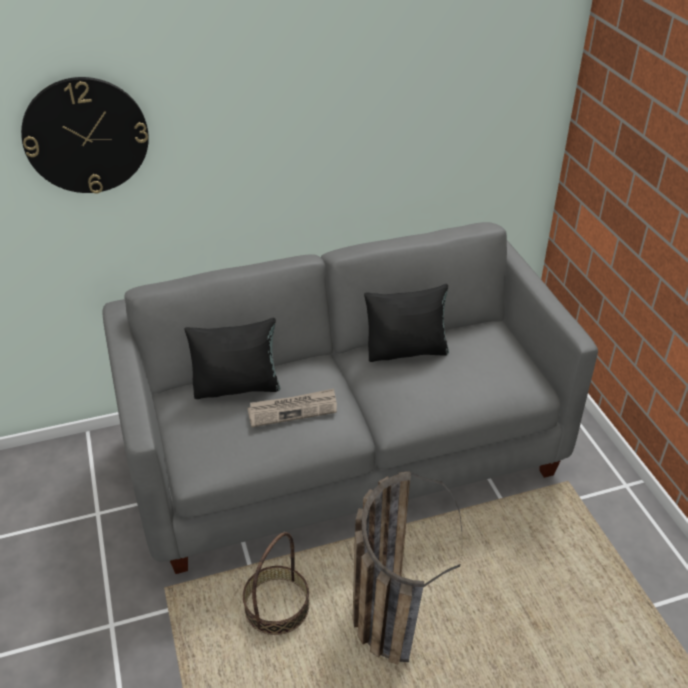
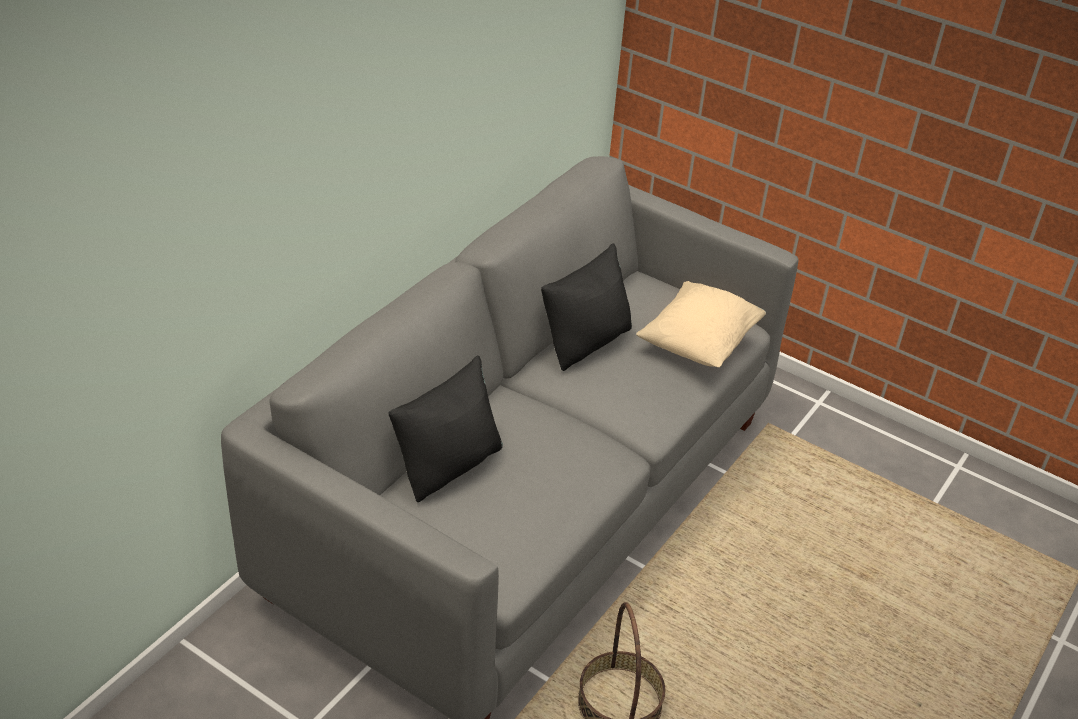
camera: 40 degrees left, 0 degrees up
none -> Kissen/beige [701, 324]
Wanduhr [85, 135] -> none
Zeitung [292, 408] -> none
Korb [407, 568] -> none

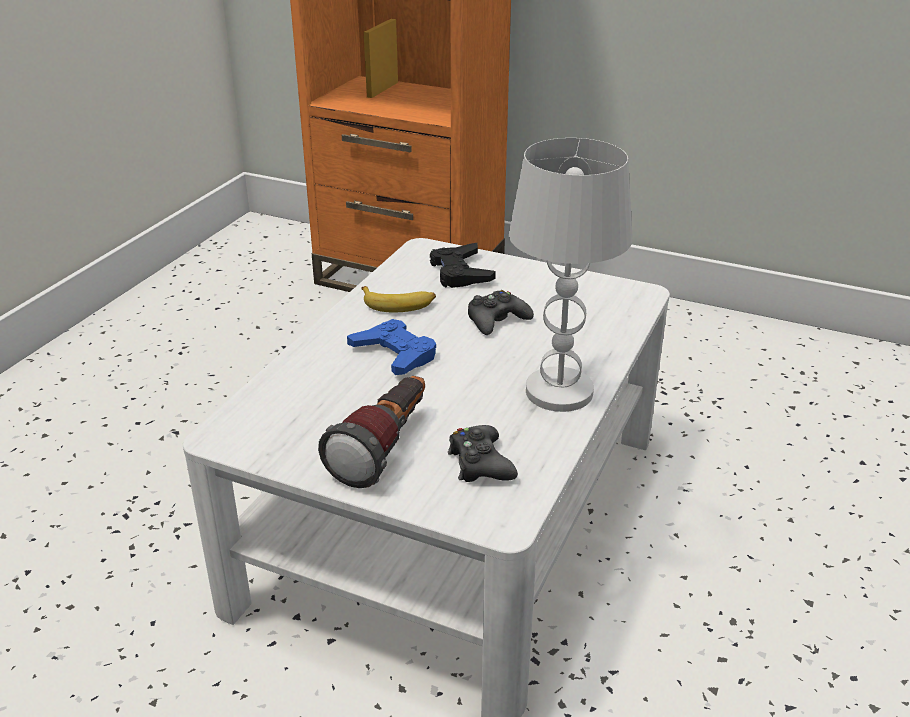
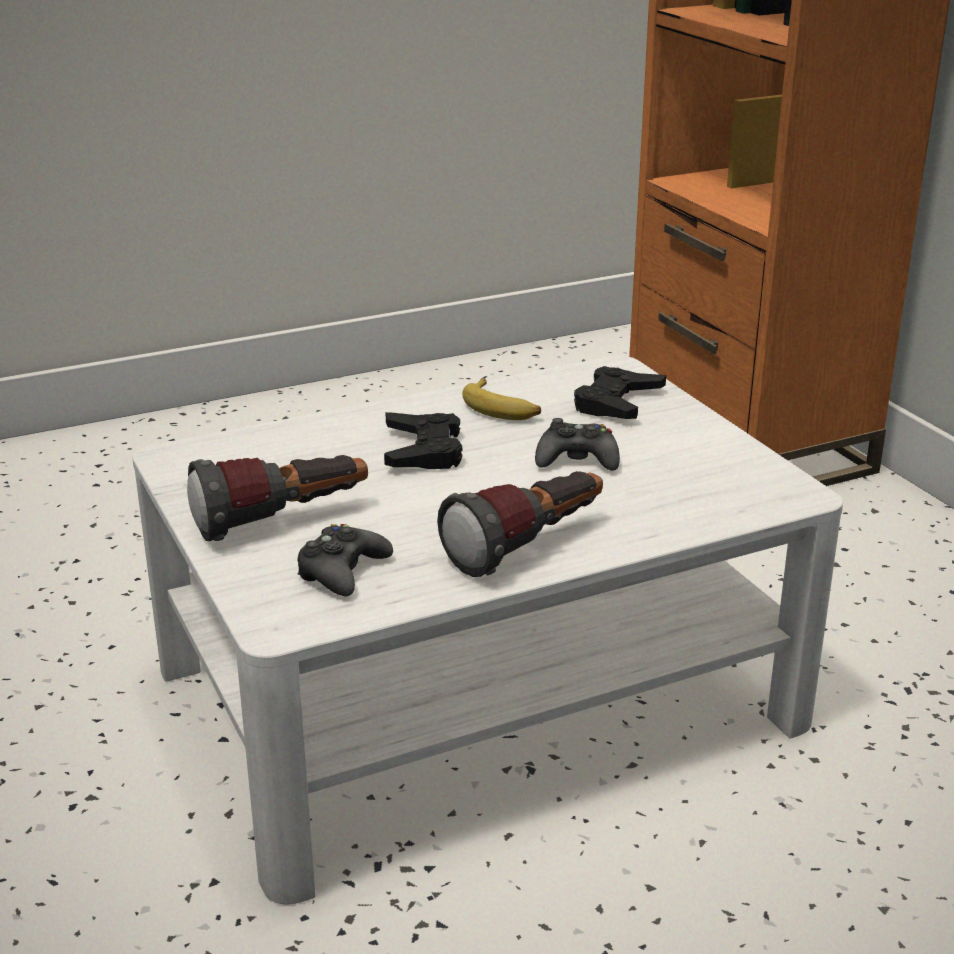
camera: 40 degrees right, 5 degrees down
Gamepad/blau [391, 347] -> Gamepad/schwarz [423, 440]
Tischlampe/weiß [571, 275] -> Taschenlampe [520, 524]

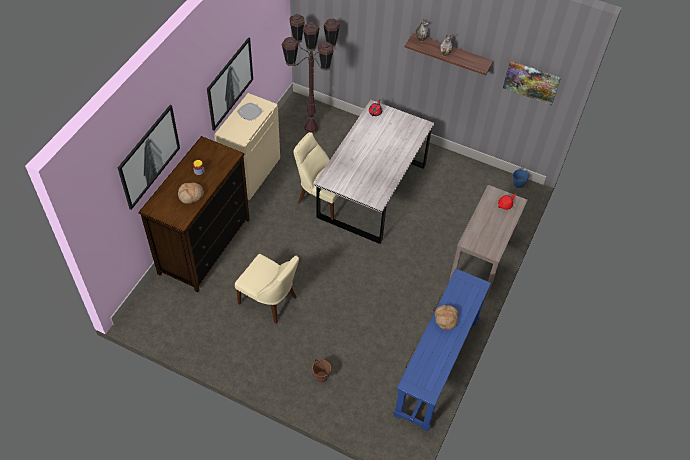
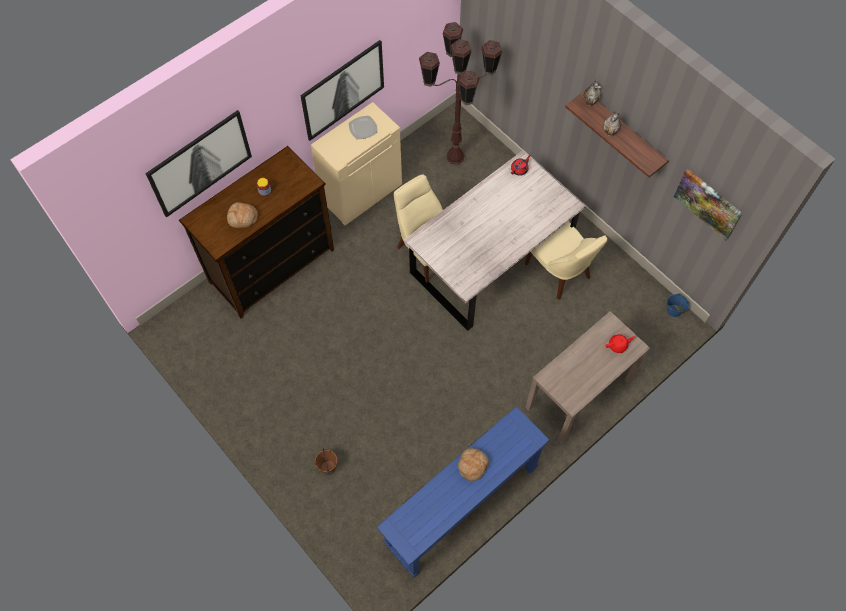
camera: 25 degrees right, 10 degrees up
Stuhl/beige [267, 289] -> Stuhl/beige [566, 260], shifted

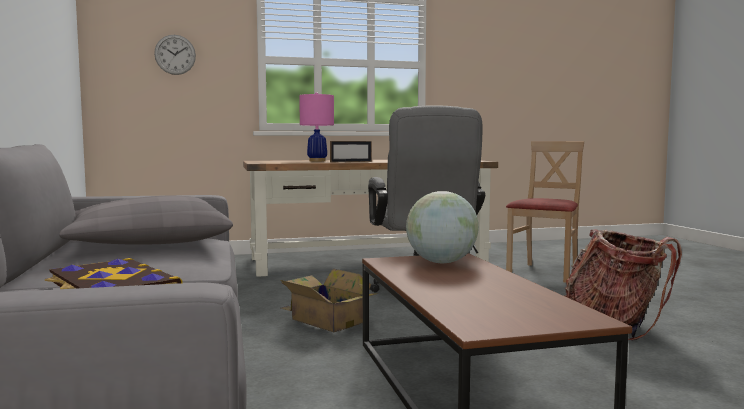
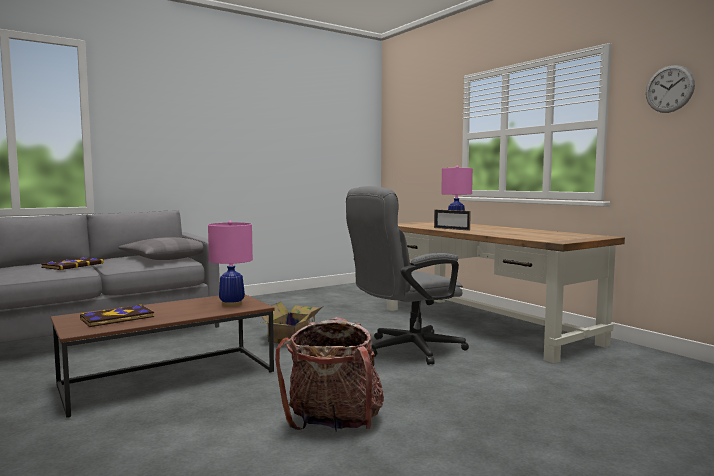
camera: 70 degrees right, 0 degrees up
none -> Buch [117, 316]
Globus [442, 227] -> Tischlampe/rosa [230, 264]
Wanduhr [175, 55] -> Wanduhr [670, 89], shifted
Stuhl/beige [545, 212] -> none

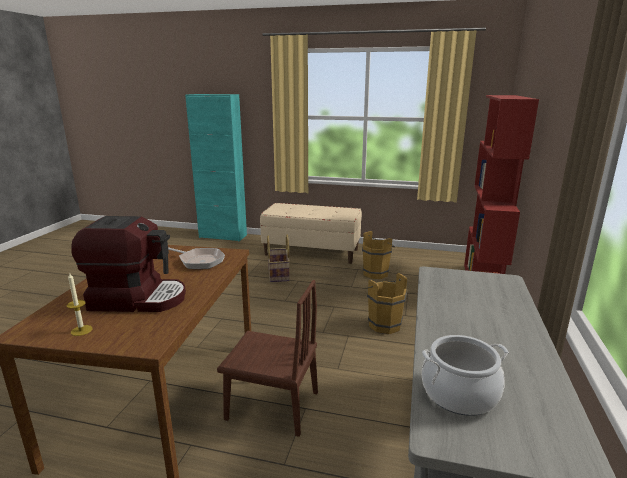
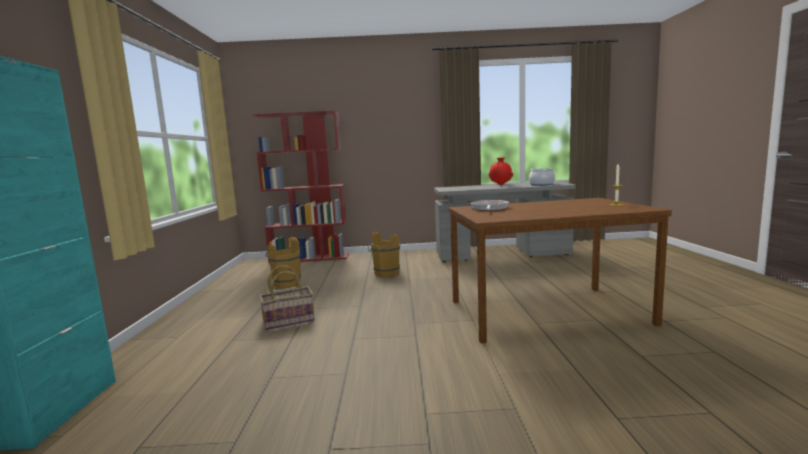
camera: 105 degrees left, 10 degrees down
none -> Vase/rot [501, 171]
Kaffeemaschine [128, 264] -> none
Stuhl/braun [267, 358] -> none
Bank/beige [311, 233] -> none

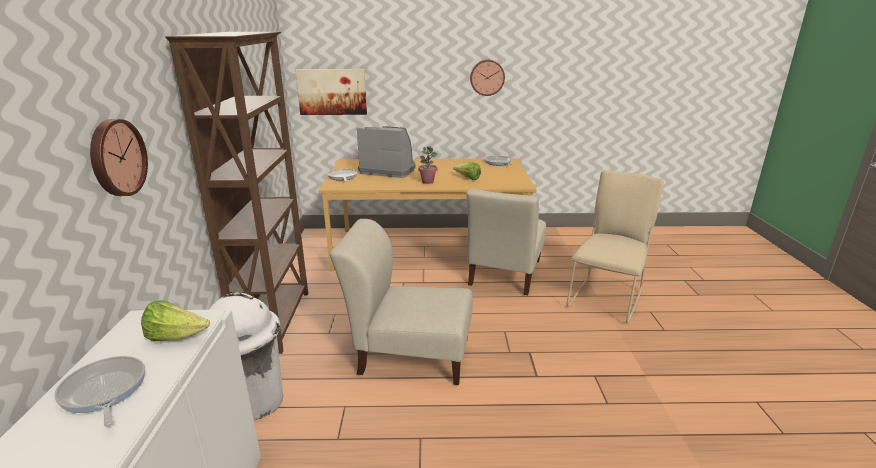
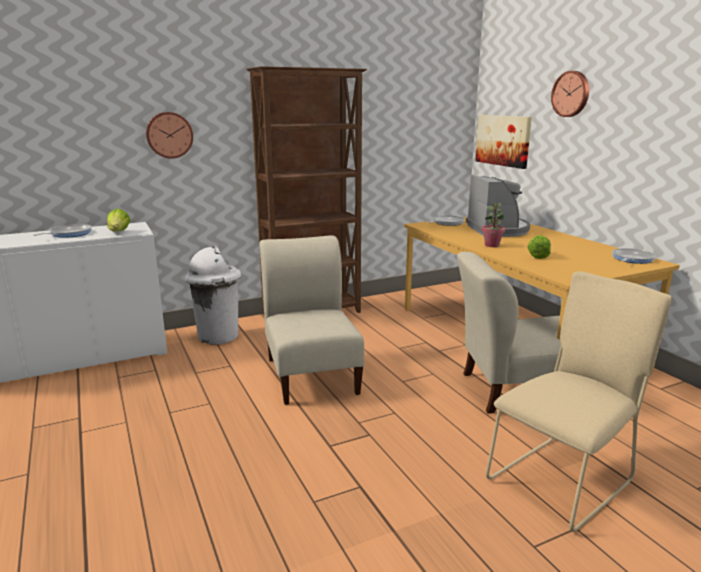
camera: 65 degrees right, 5 degrees down
Stuhl/beige [615, 246] -> Stuhl/beige [579, 401], 45 degrees counterclockwise
Wanduhr [487, 78] -> Wanduhr [570, 94], shifted

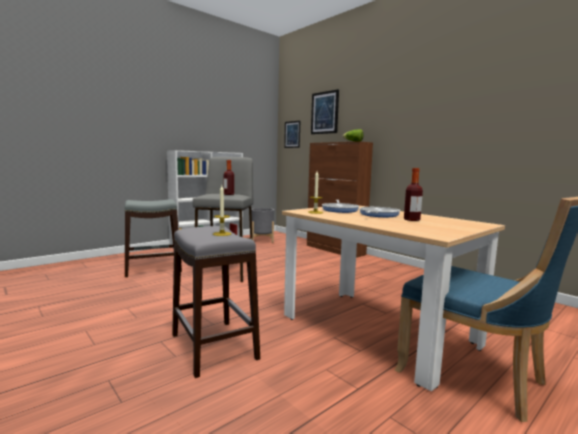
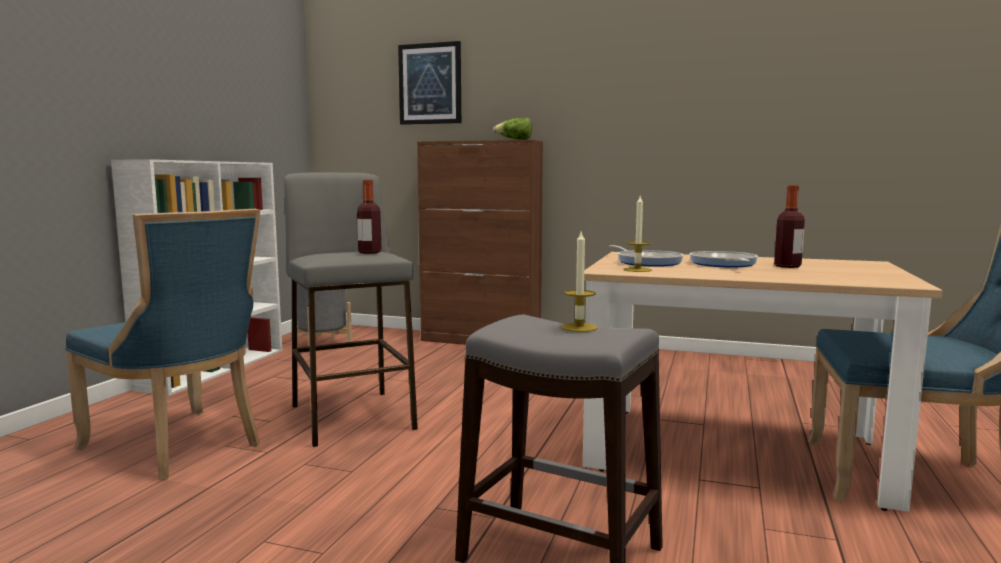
camera: 30 degrees left, 0 degrees up
Hocker/grau [153, 238] -> Stuhl/blau [162, 344]
Bild [292, 134] -> none

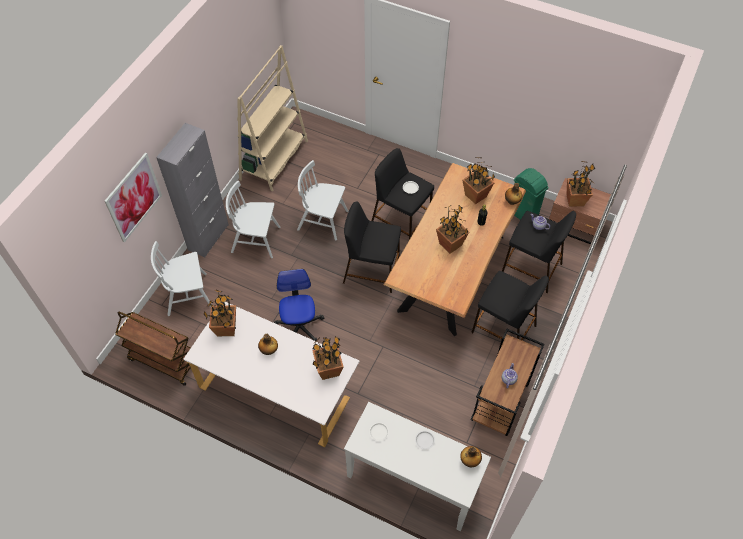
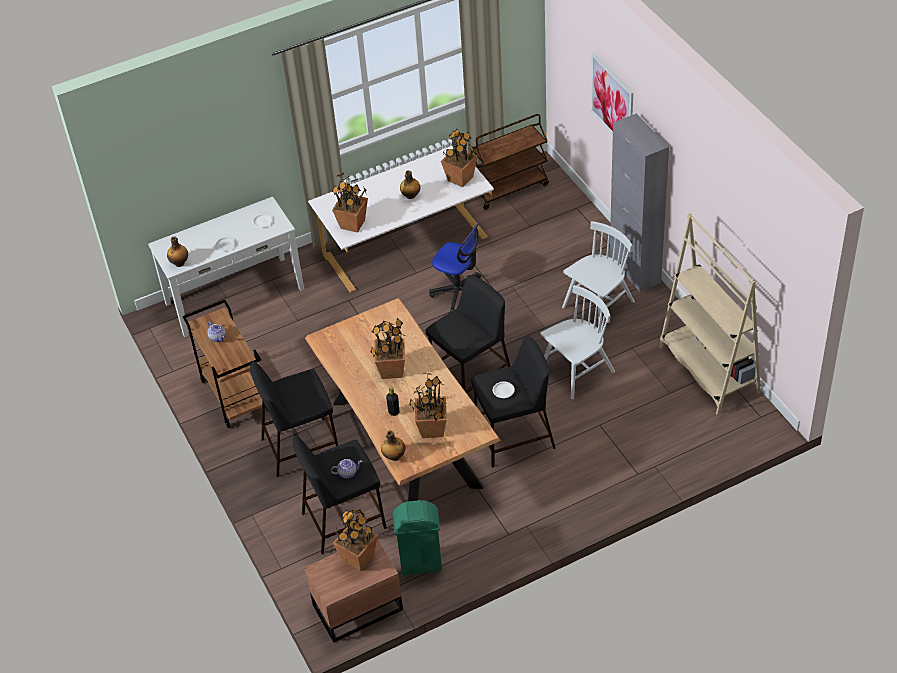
camera: 130 degrees right, 10 degrees down
Stuhl/weiß [181, 278] -> none

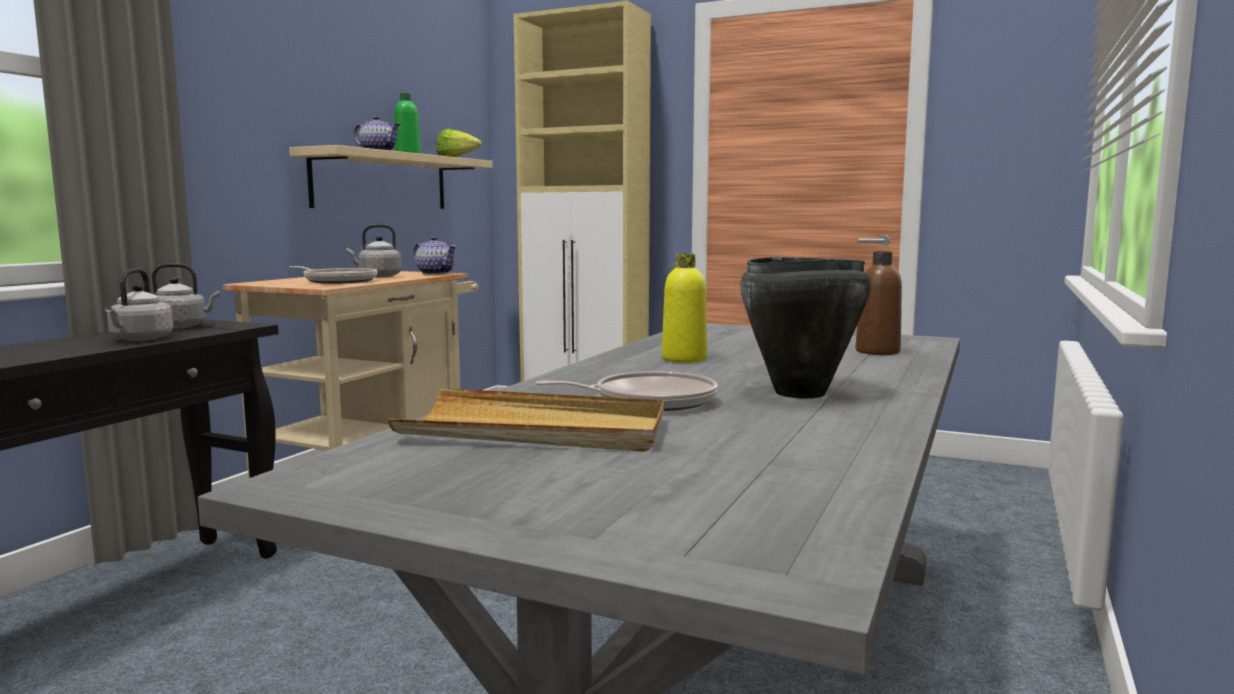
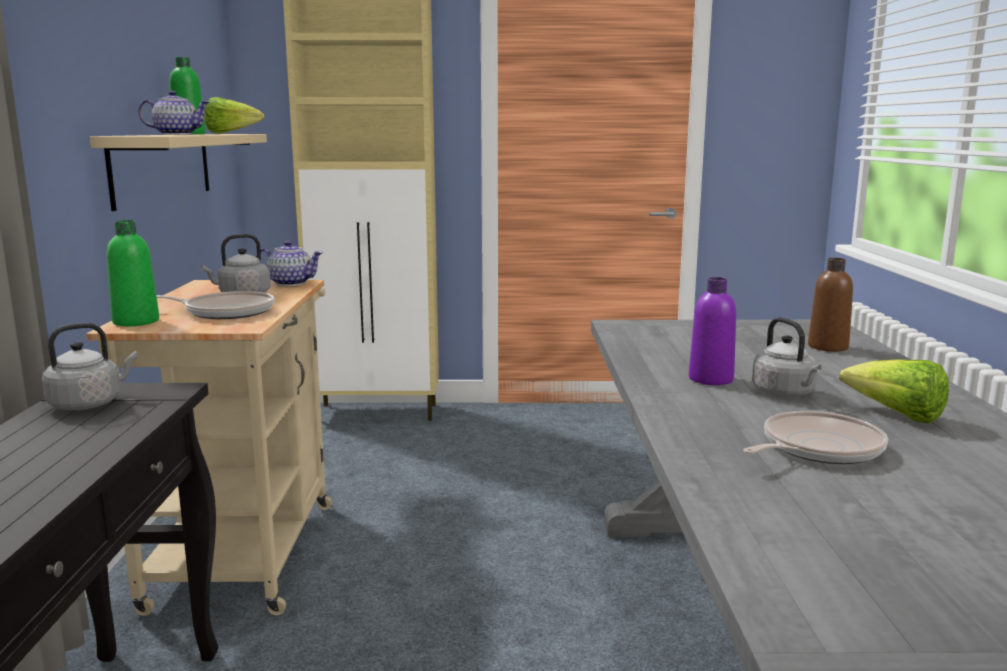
camera: 25 degrees left, 5 degrees up
none -> Flasche/grün [133, 273]
Flasche/gelb [684, 308] -> Flasche/lila [712, 331]
Wasserkessel/grau [139, 304] -> Wasserkessel/grau [786, 357], shifted
Kochtopf/schwarz [805, 328] -> Salatkopf [894, 391]
Tablett/beige [526, 420] -> none

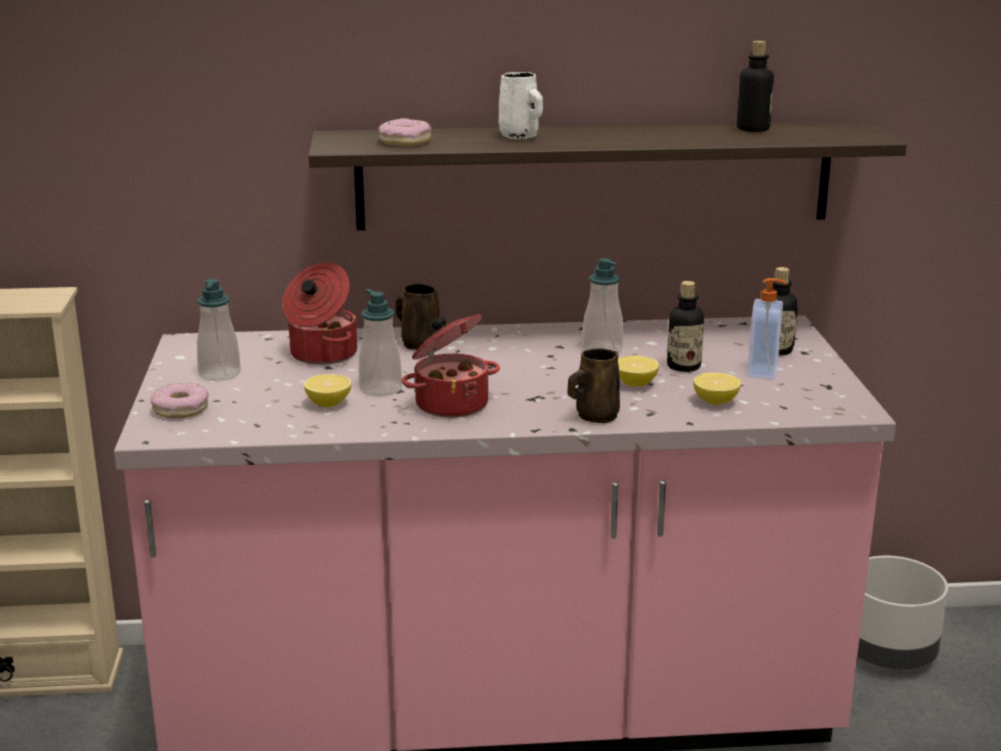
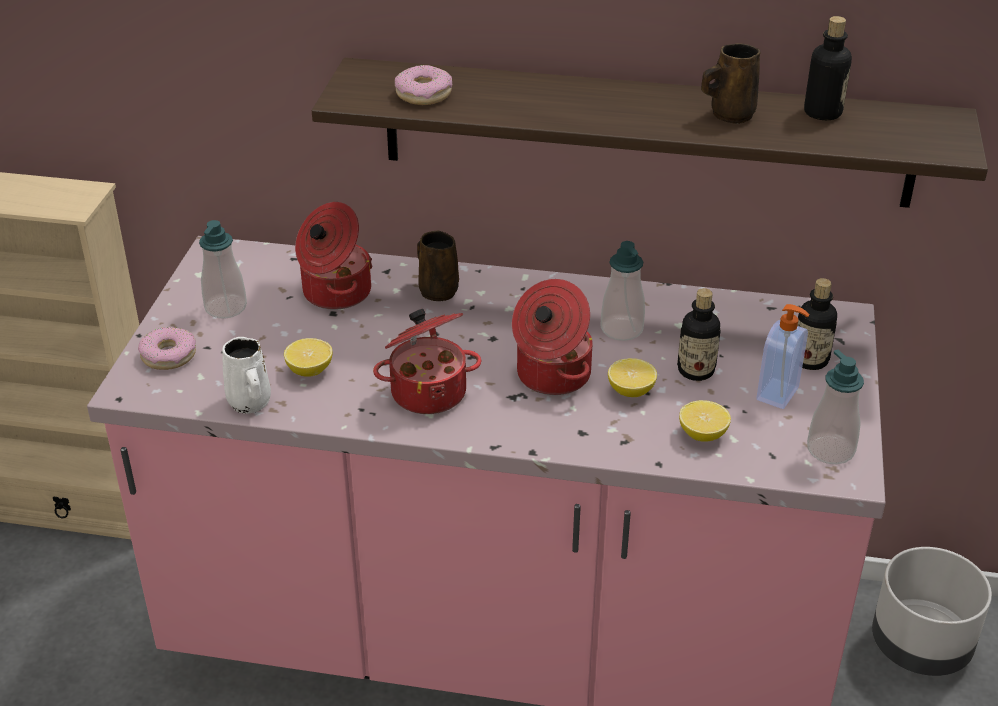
camera: 15 degrees right, 15 degrees up
Henkelbecher/weiß [521, 105] -> Henkelbecher/weiß [246, 375], shifted
none -> Kochtopf [552, 337]
Henkelbecher/braun [593, 385] -> Henkelbecher/braun [730, 83], shifted
Seifenspender [380, 343] -> Seifenspender [835, 407], shifted

